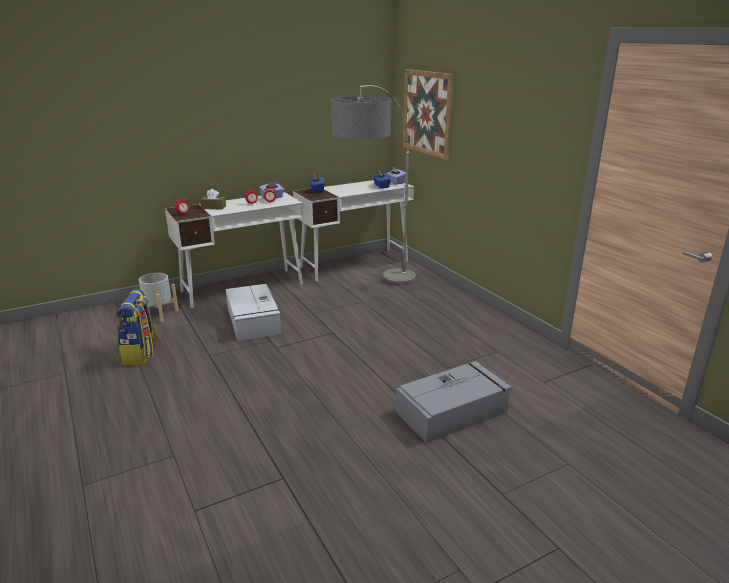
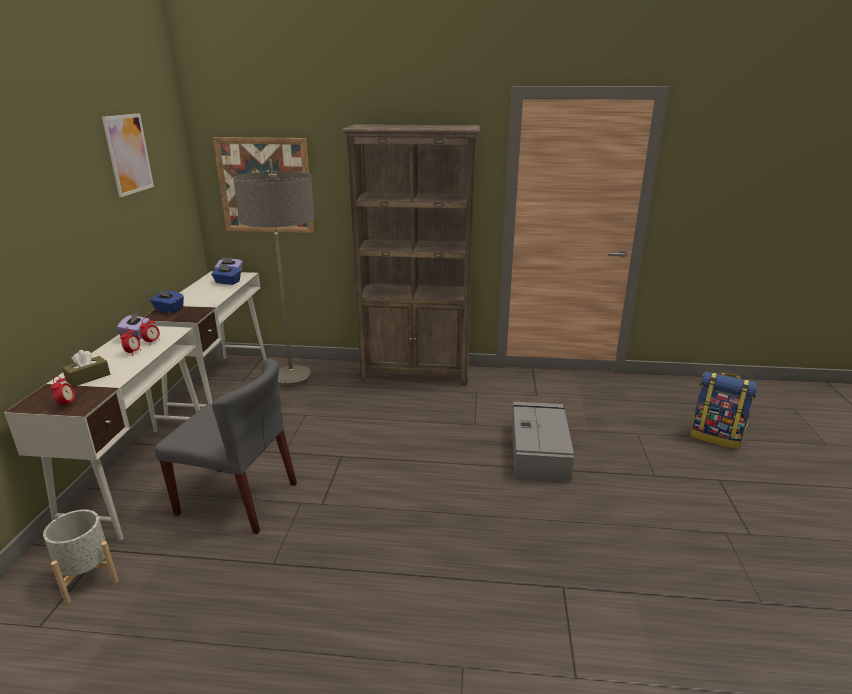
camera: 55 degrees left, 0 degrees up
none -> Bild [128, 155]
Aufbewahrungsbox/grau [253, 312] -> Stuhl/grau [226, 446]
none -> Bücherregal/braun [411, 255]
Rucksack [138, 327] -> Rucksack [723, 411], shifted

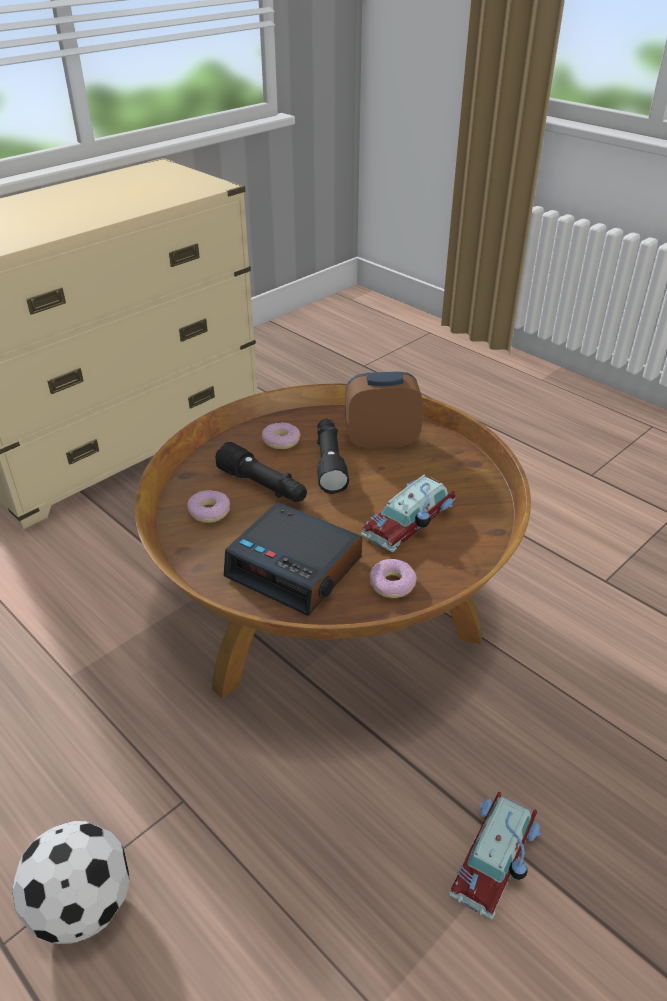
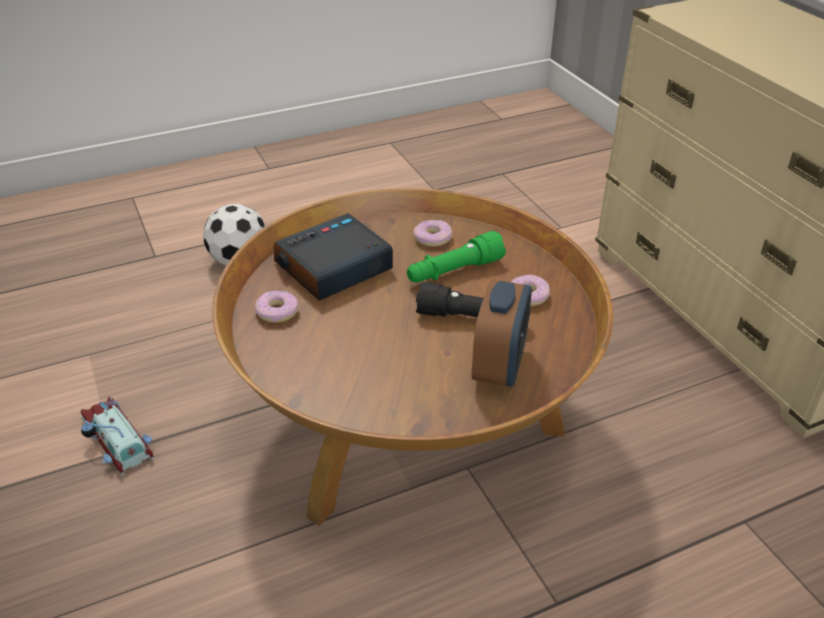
camera: 110 degrees right, 0 degrees up
Taschenlampe/schwarz [261, 472] -> Taschenlampe/grün [456, 257]
Spielzeugauto [408, 513] -> none

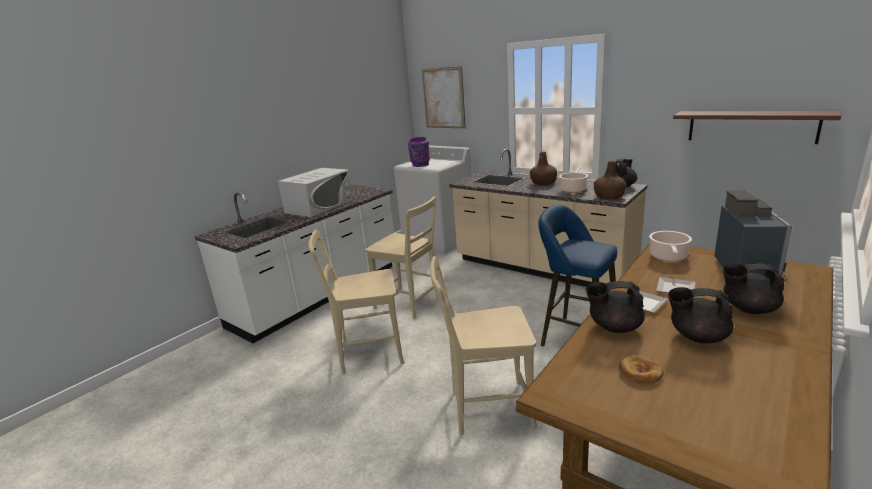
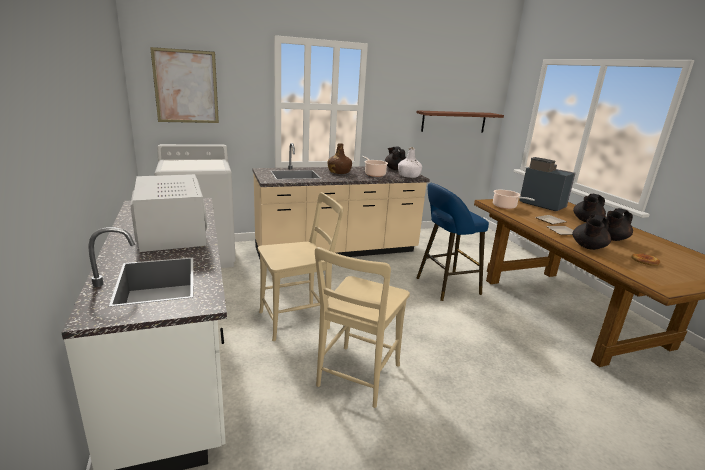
camera: 60 degrees left, 0 degrees up
Flasche/braun [610, 180] -> Flasche/weiß [410, 162]
Vase/lila [419, 152] -> none
Stuhl/beige [483, 345] -> none

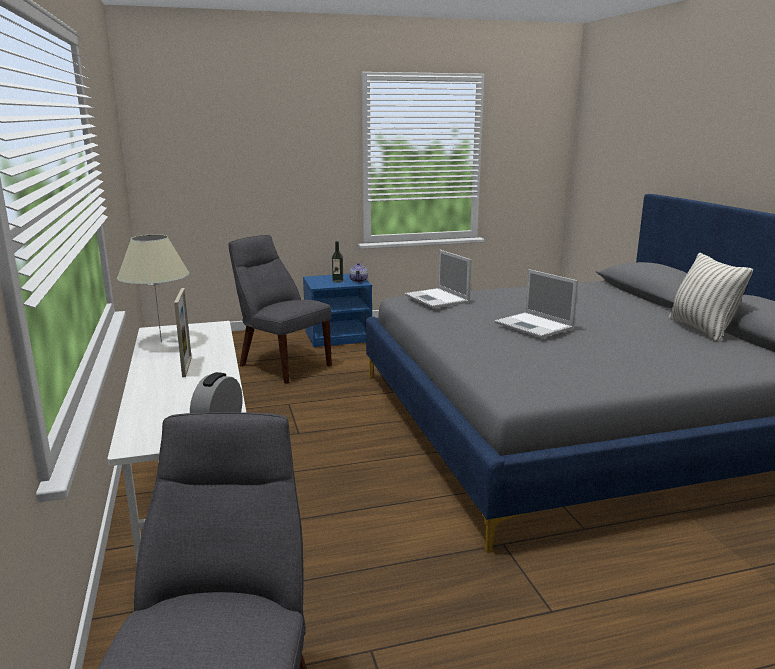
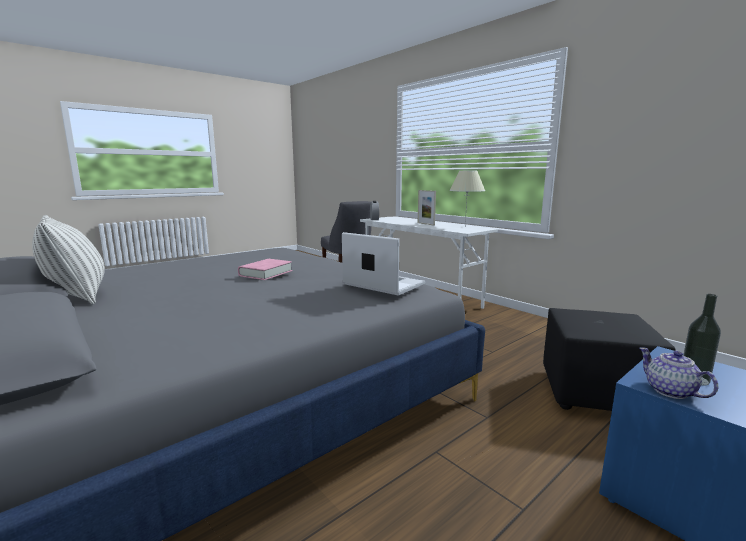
camera: 155 degrees right, 5 degrees down
Laptop [536, 303] -> Buch/rosa [265, 269]
Stuhl/grau [280, 309] -> Polsterhocker/schwarz [609, 359]

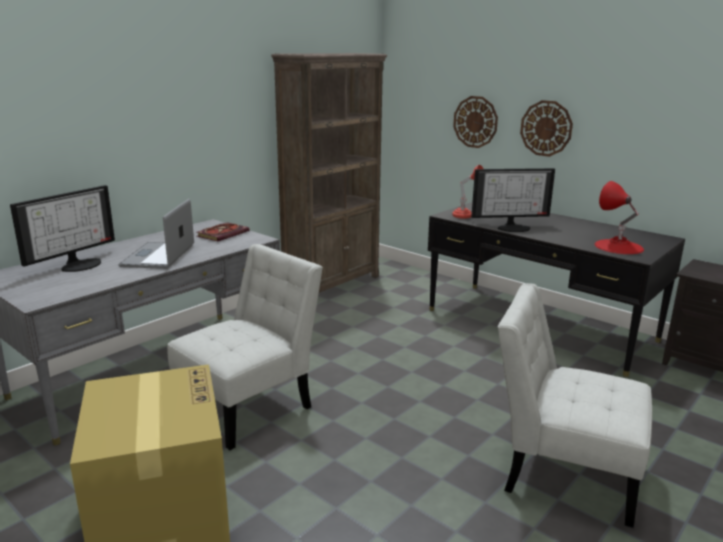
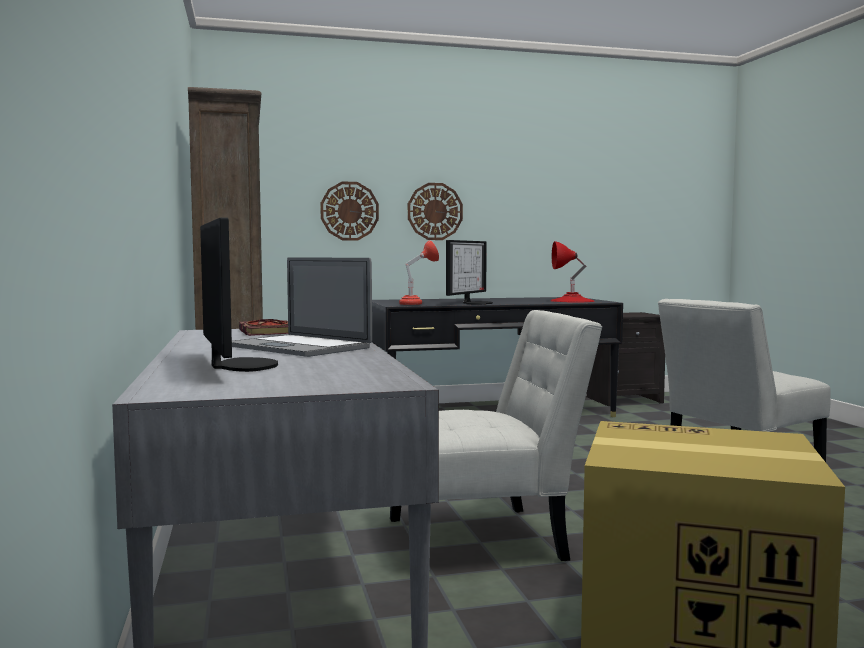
camera: 55 degrees left, 15 degrees down
Stuhl/weiß [245, 347] -> Stuhl/weiß [496, 435], 90 degrees clockwise

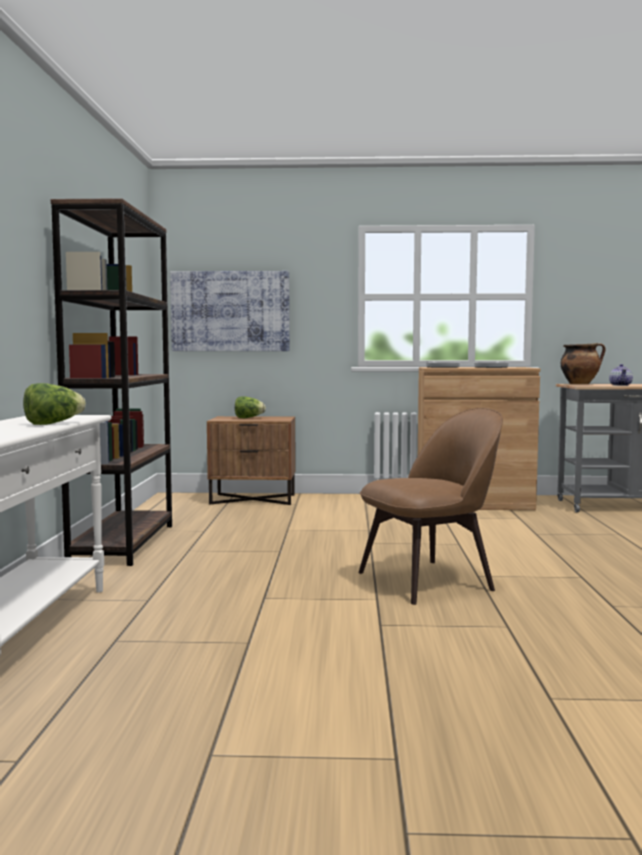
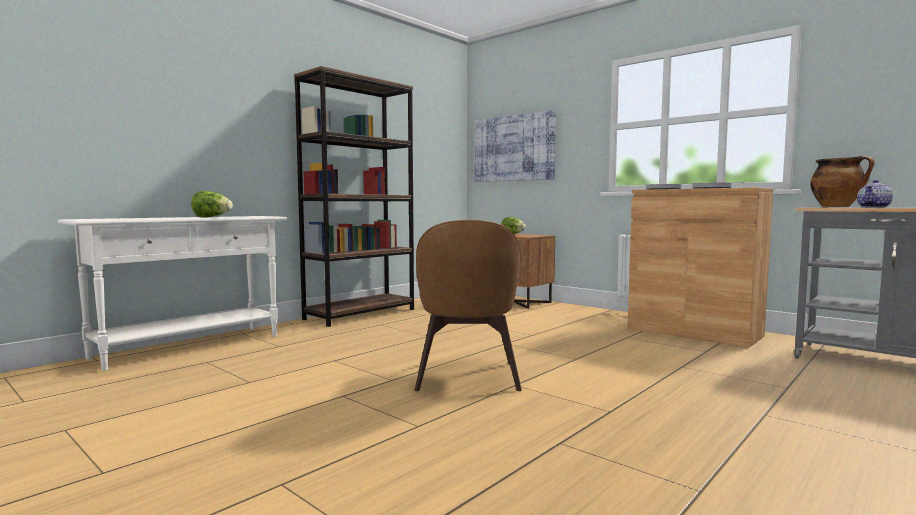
camera: 40 degrees right, 0 degrees up
Stuhl/braun [430, 506] -> Stuhl/braun [468, 305], 75 degrees clockwise

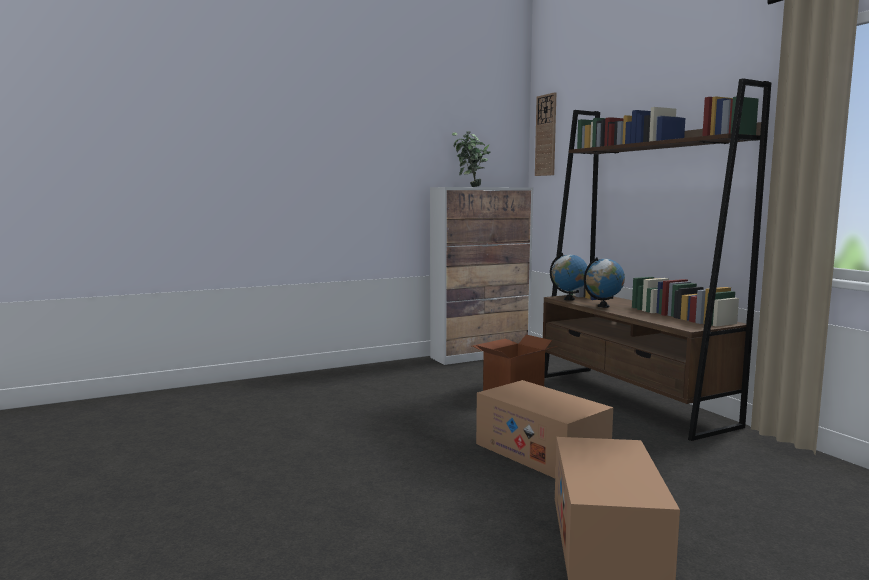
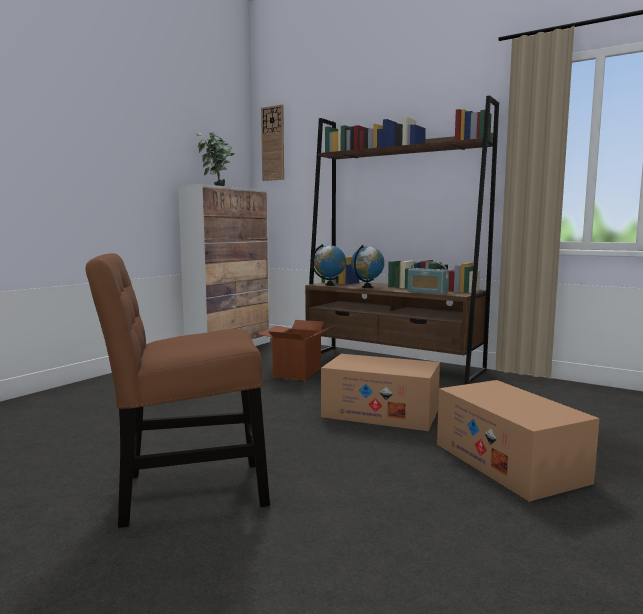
camera: 30 degrees left, 0 degrees up
none -> Stuhl/braun [178, 390]
none -> Radio [428, 277]

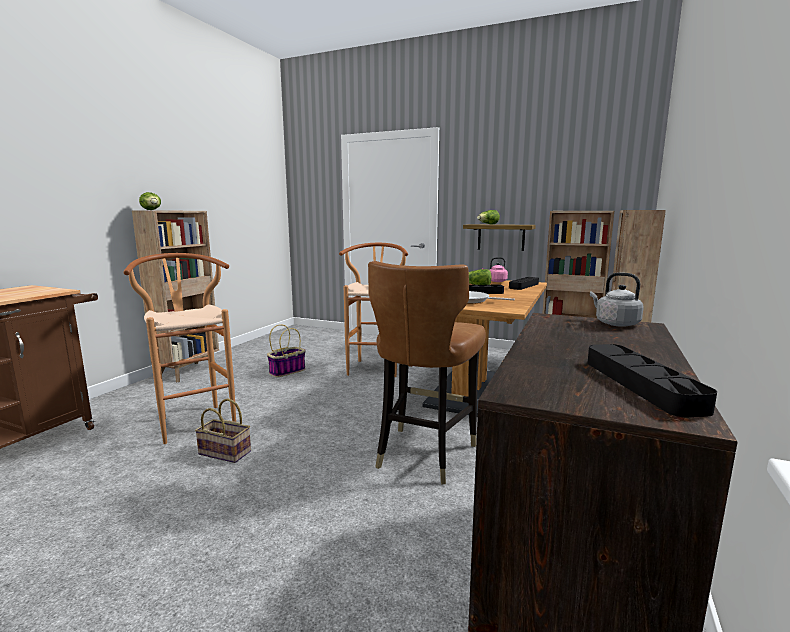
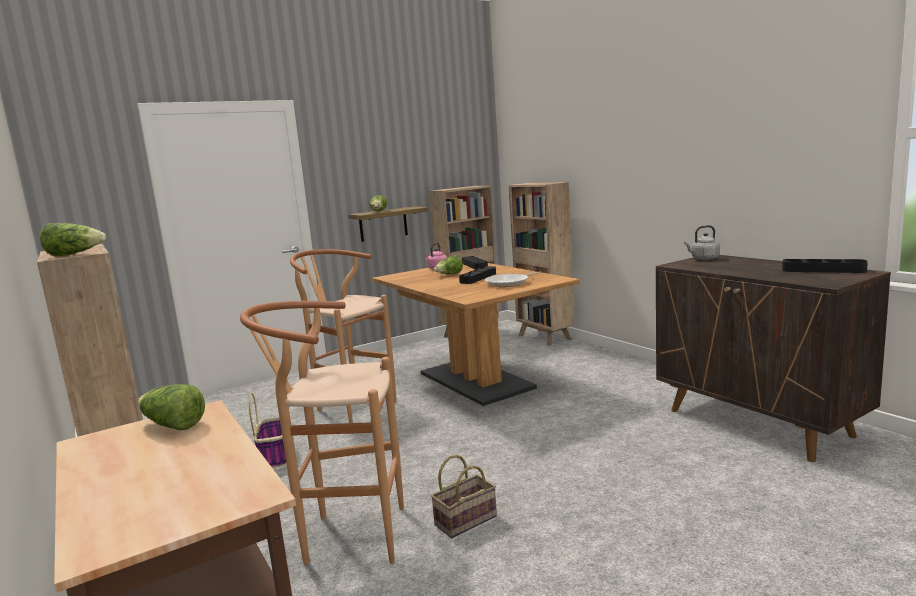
camera: 55 degrees left, 0 degrees up
none -> Salatkopf [171, 407]
Stuhl/braun [427, 372] -> none

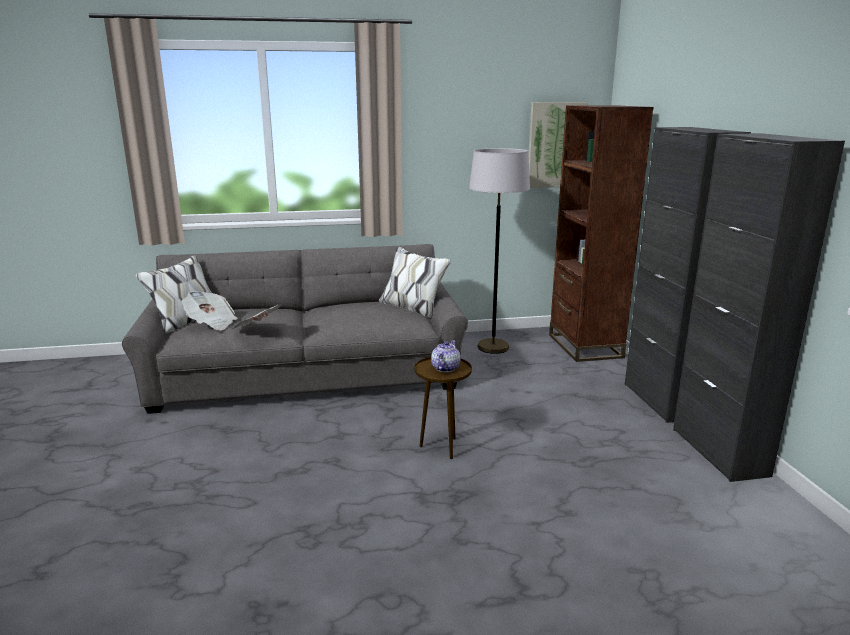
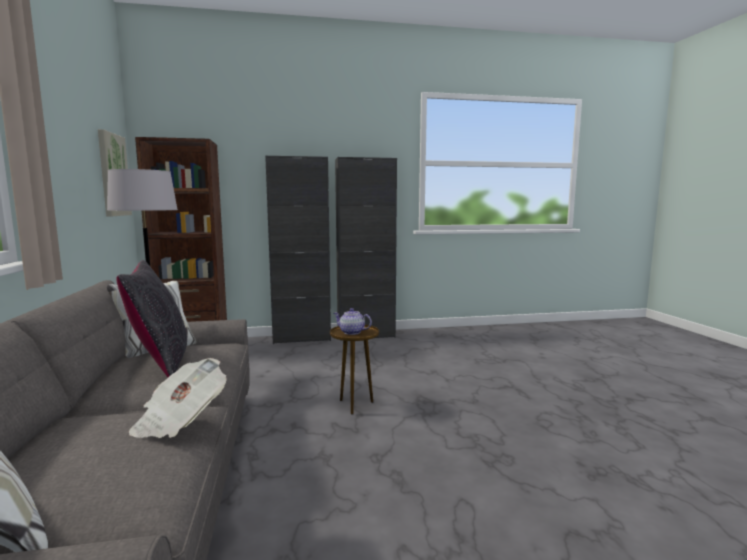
camera: 90 degrees left, 10 degrees down
none -> Kissen/schwarz [151, 318]
Zeitung [209, 310] -> none

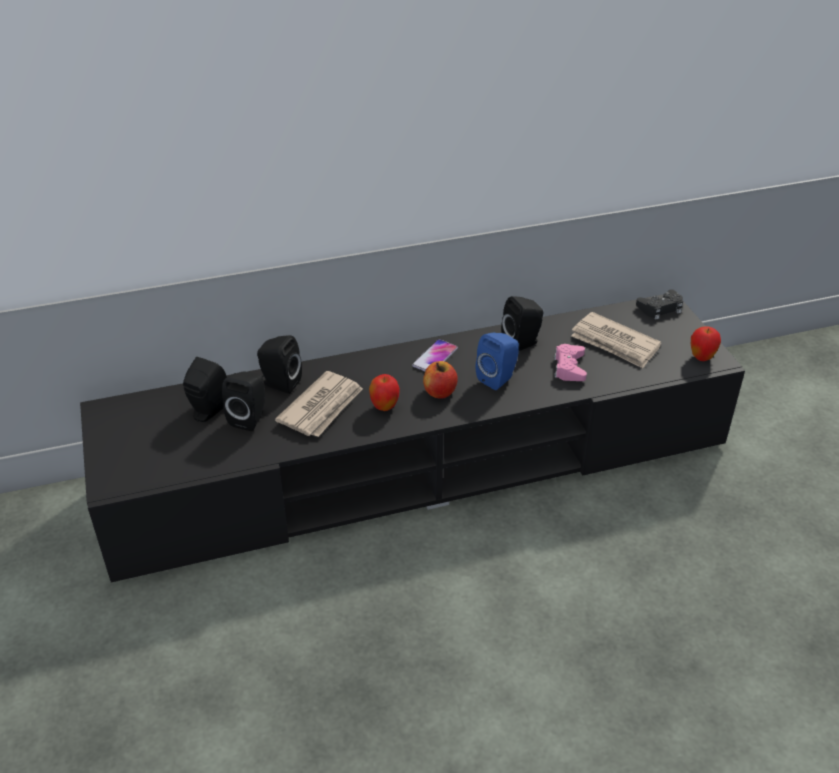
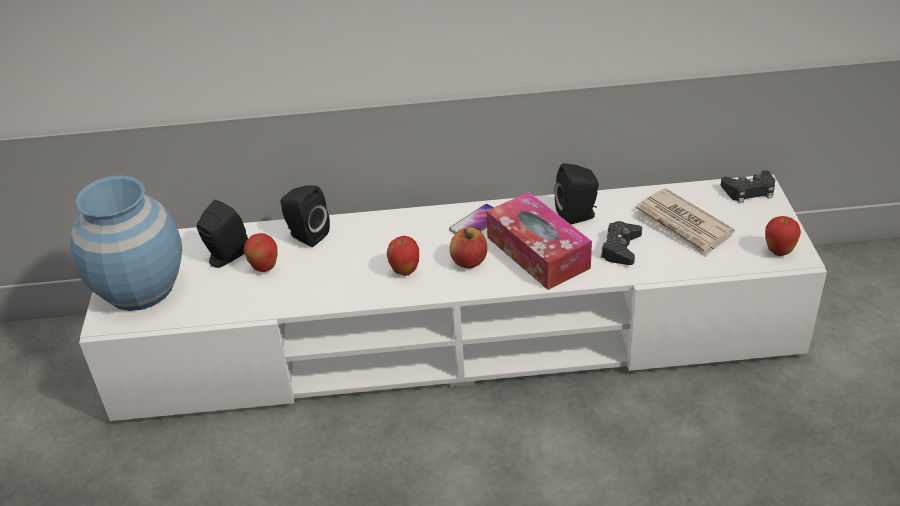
camera: 15 degrees right, 0 degrees up
none -> Vase/blau [126, 243]
Fernsehschrank/schwarz [412, 438] -> Fernsehschrank/weiß [453, 297]
Lautsprecher/schwarz [243, 401] -> Apfel [260, 252]
Lautsprecher/blau [497, 361] -> Taschentuchbox [539, 241]
Gamepad/rosa [570, 362] -> Gamepad/schwarz [621, 243]
Zeitung [319, 404] -> none

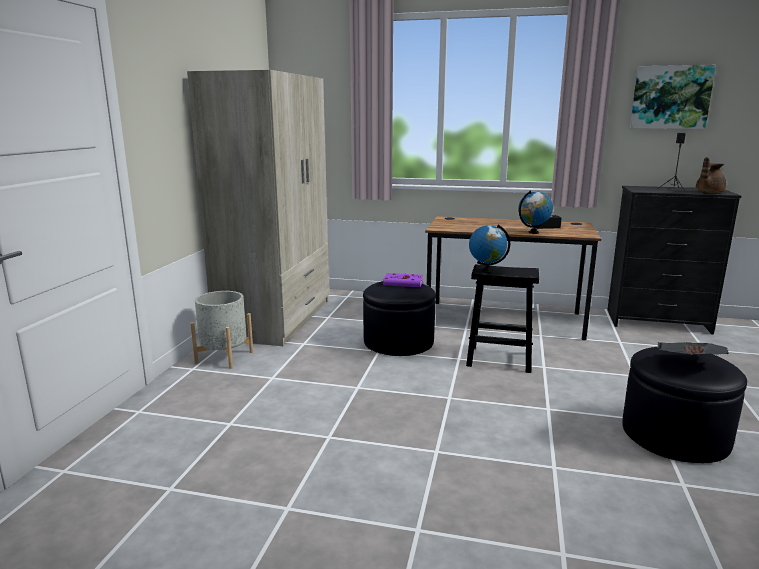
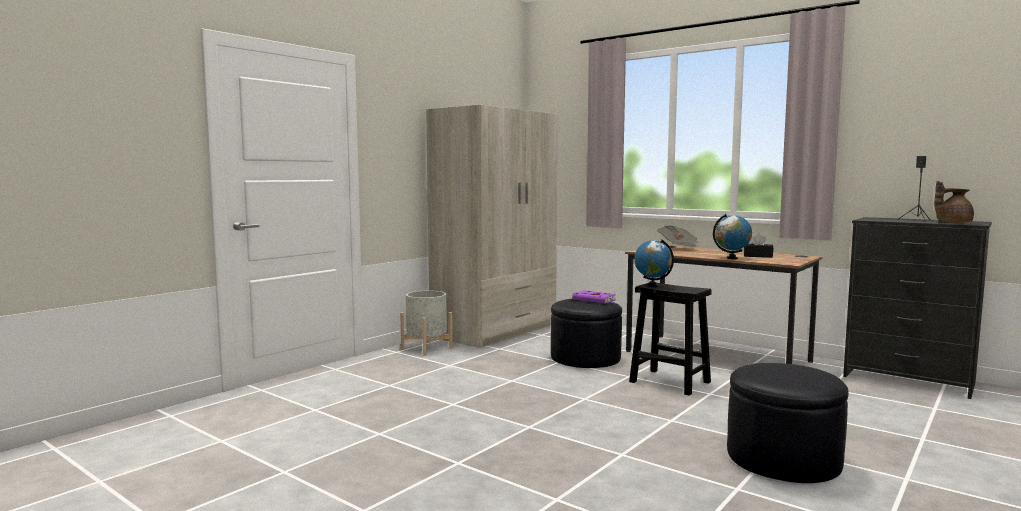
camera: 25 degrees right, 10 degrees down
Zeitung [693, 348] -> Zeitung [677, 236], shifted
Bild [673, 97] -> none

